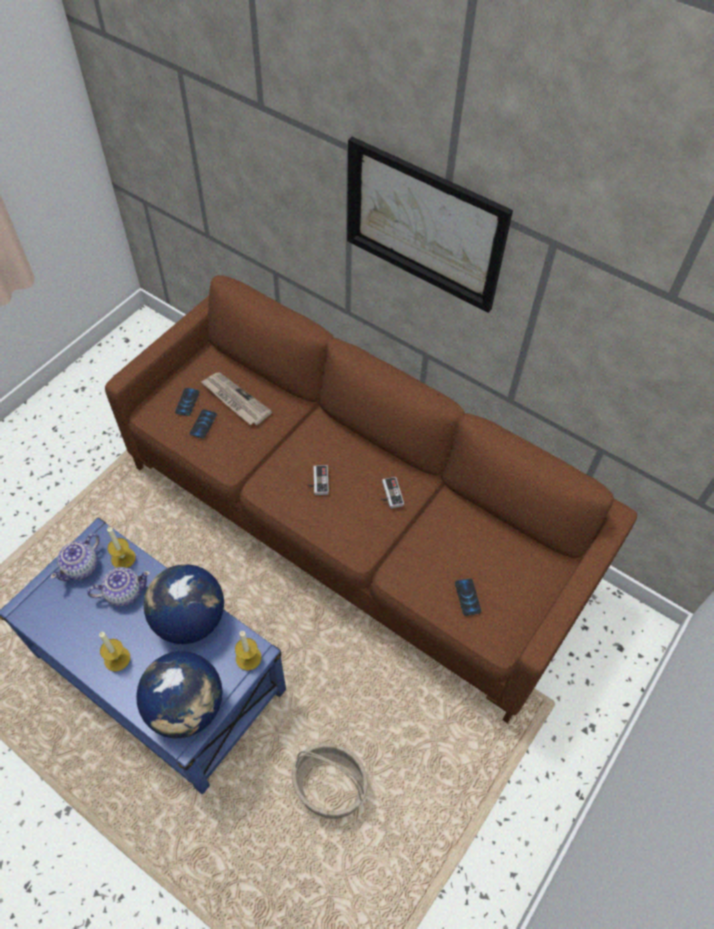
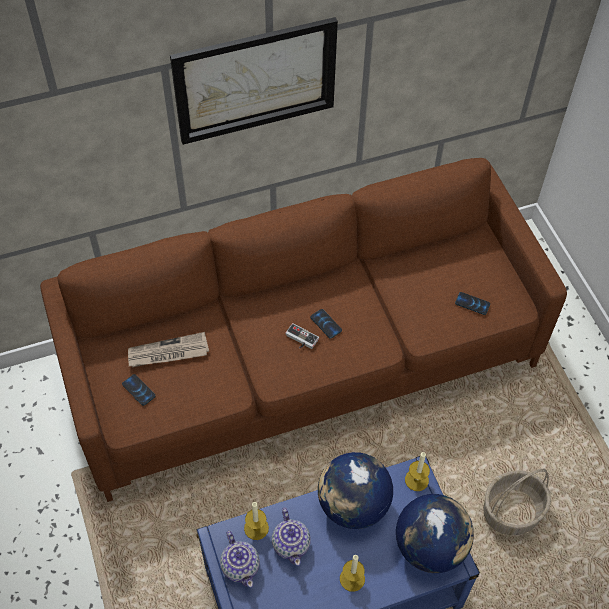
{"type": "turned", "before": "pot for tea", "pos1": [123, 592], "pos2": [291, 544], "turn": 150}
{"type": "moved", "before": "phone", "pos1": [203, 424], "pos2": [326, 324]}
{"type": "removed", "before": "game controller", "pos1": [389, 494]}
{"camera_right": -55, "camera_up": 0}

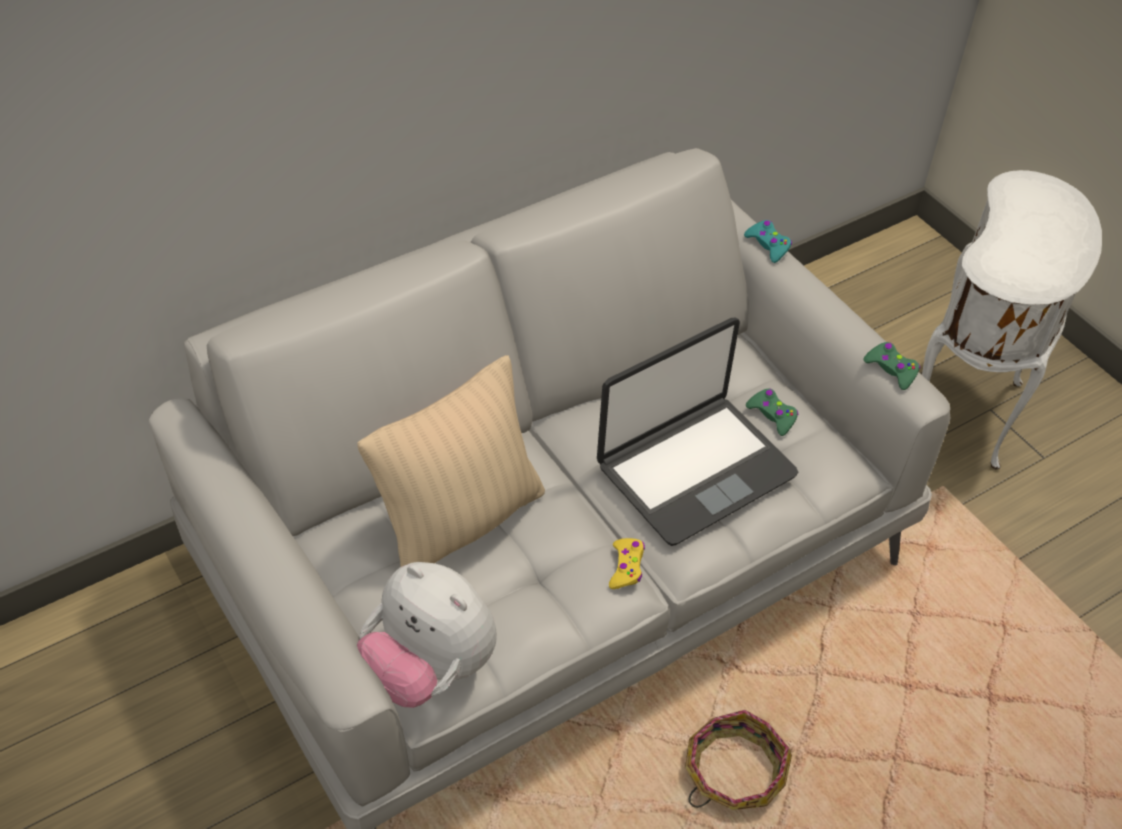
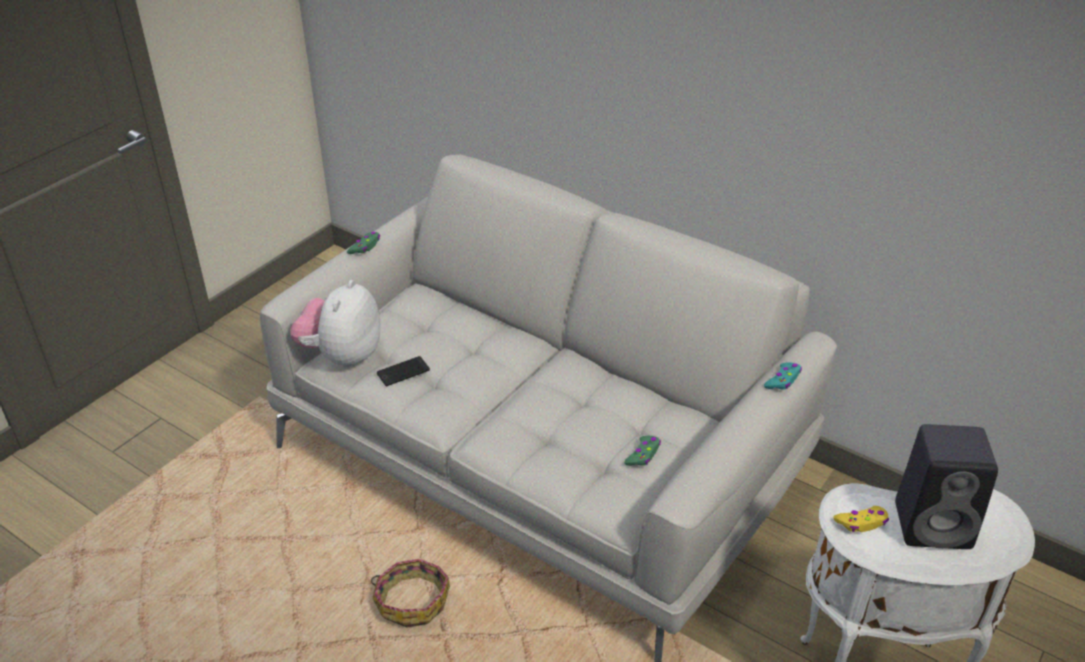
{"type": "removed", "before": "pillow in beige", "pos1": [460, 521]}
{"type": "removed", "before": "portable computer", "pos1": [694, 469]}
{"type": "moved", "before": "game controller in yellowish", "pos1": [626, 567], "pos2": [862, 523]}
{"type": "moved", "before": "game controller in green", "pos1": [891, 369], "pos2": [365, 247]}
{"type": "added", "after": "phone", "pos2": [403, 372]}
{"type": "added", "after": "audio speaker in black-coloured", "pos2": [935, 525]}
{"camera_right": 70, "camera_up": -10}

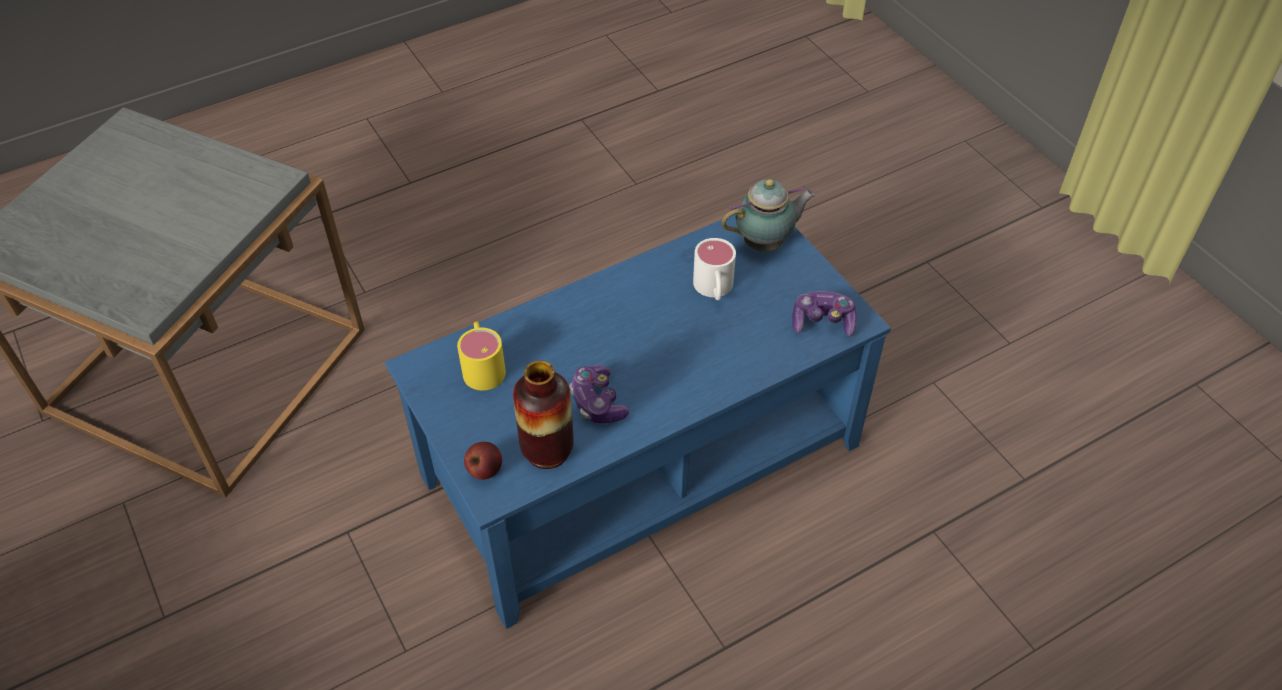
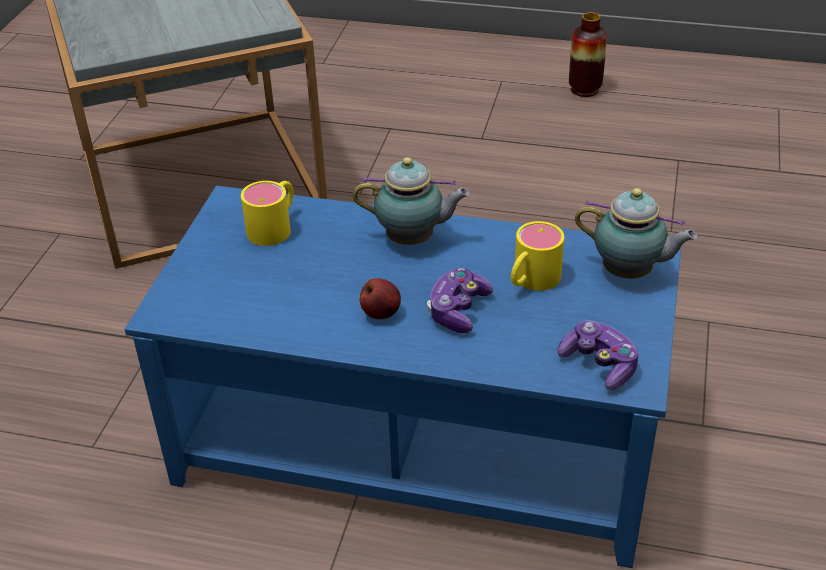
{"type": "moved", "before": "apple fruit", "pos1": [484, 470], "pos2": [381, 313]}
{"type": "moved", "before": "decorative vase", "pos1": [547, 451], "pos2": [584, 89]}
{"type": "moved", "before": "game controller", "pos1": [598, 402], "pos2": [458, 310]}
{"type": "recoloured", "before": "coffee mug in whitish", "after": "coffee mug in yellowish", "pos1": [714, 289], "pos2": [531, 281]}
{"type": "added", "after": "pot for tea", "pos2": [413, 239]}
{"camera_right": 45, "camera_up": -10}

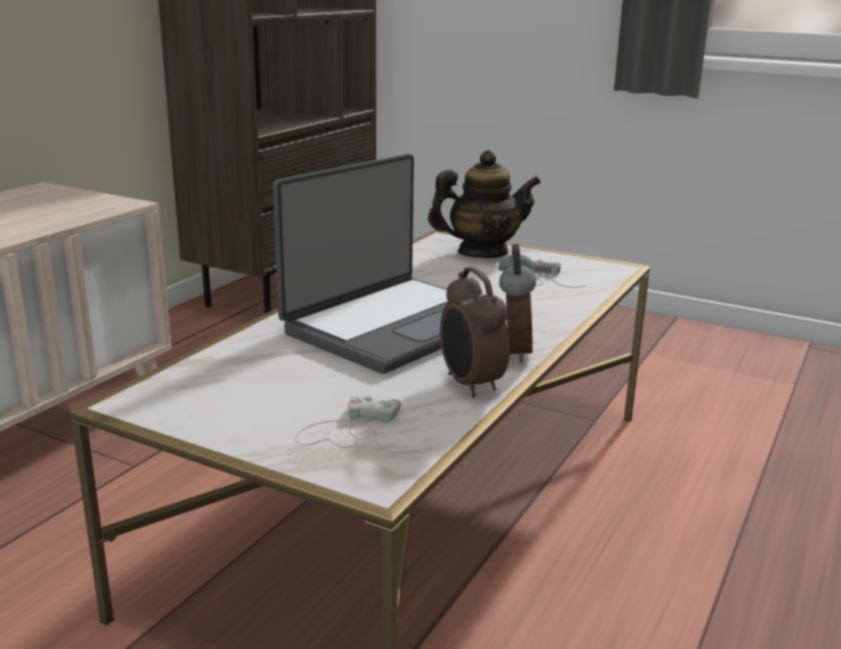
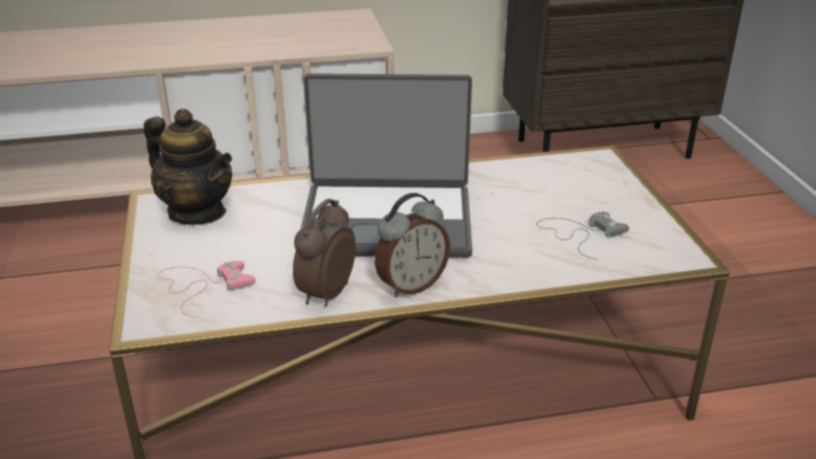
{"type": "recoloured", "before": "game controller in whitish", "after": "game controller in pink", "pos1": [355, 432], "pos2": [202, 285]}
{"type": "moved", "before": "pot for tea", "pos1": [482, 253], "pos2": [197, 212]}
{"camera_right": 50, "camera_up": 10}

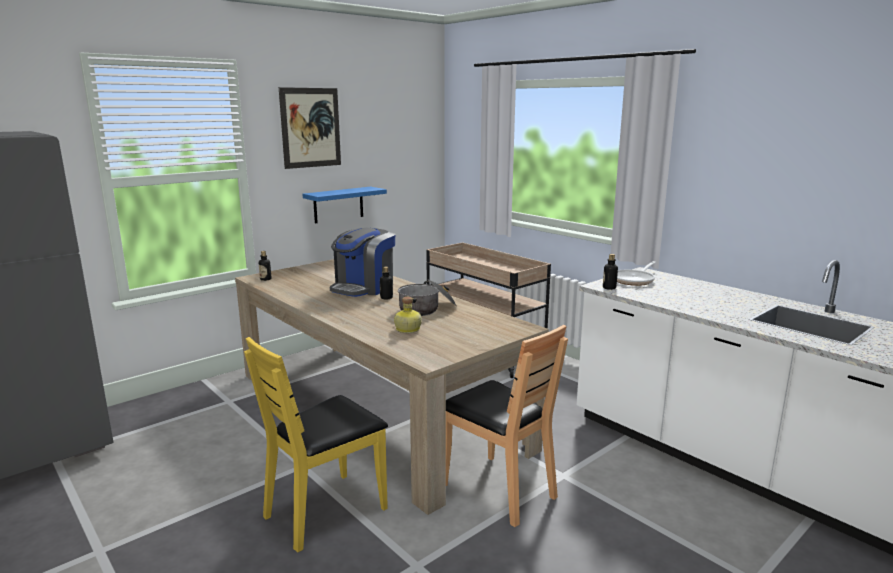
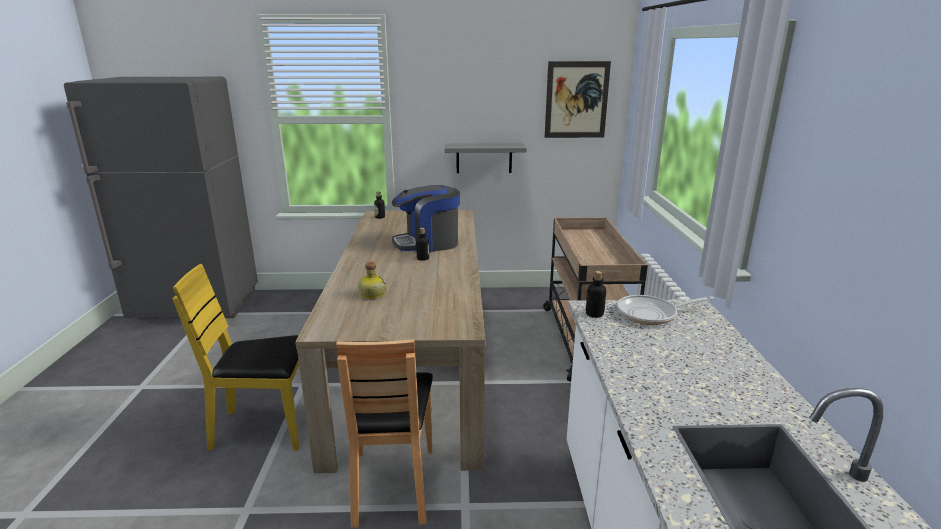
{"type": "moved", "before": "wall art", "pos1": [310, 128], "pos2": [576, 100]}
{"type": "recoloured", "before": "wall shelf in blue-coloured", "after": "wall shelf in gray", "pos1": [338, 204], "pos2": [484, 158]}
{"type": "removed", "before": "cooking pot", "pos1": [427, 309]}
{"camera_right": 40, "camera_up": 5}

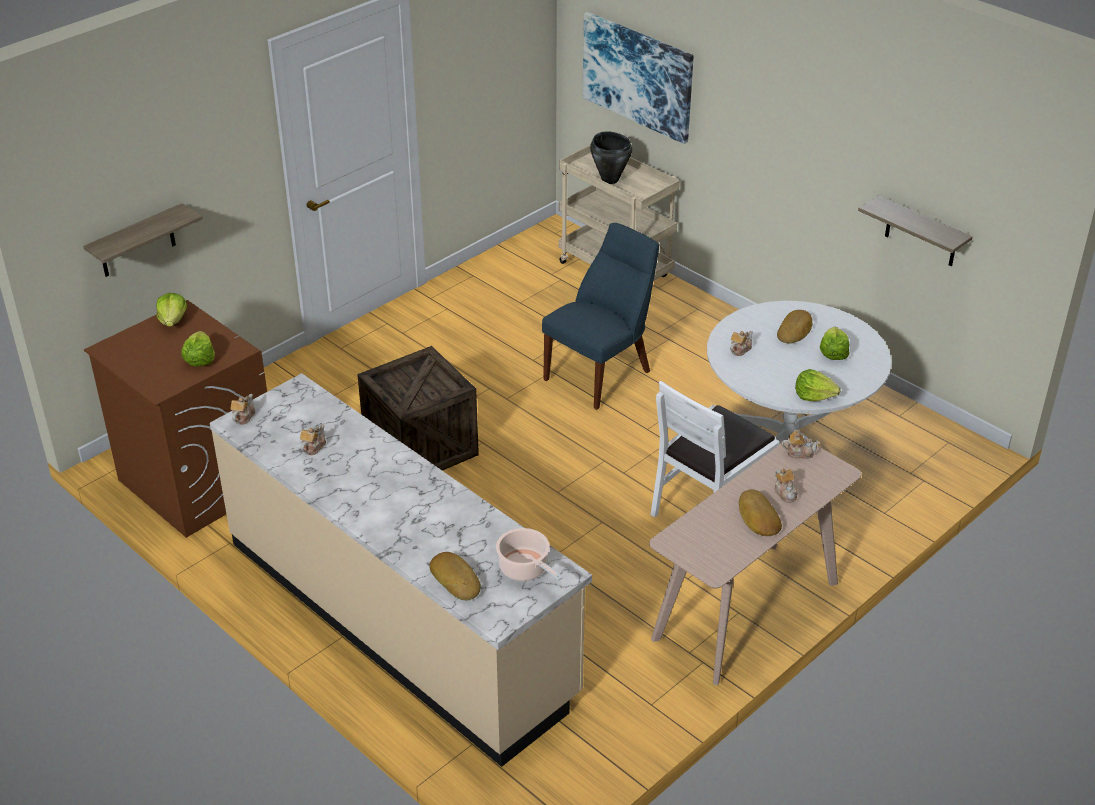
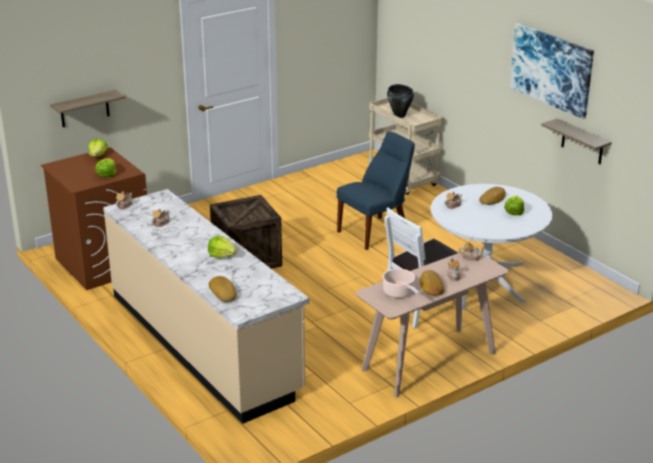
{"type": "moved", "before": "cooking pot", "pos1": [525, 569], "pos2": [399, 293]}
{"type": "moved", "before": "wall art", "pos1": [638, 76], "pos2": [551, 69]}
{"type": "moved", "before": "head of lettuce", "pos1": [814, 395], "pos2": [222, 255]}
{"camera_right": 10, "camera_up": -10}

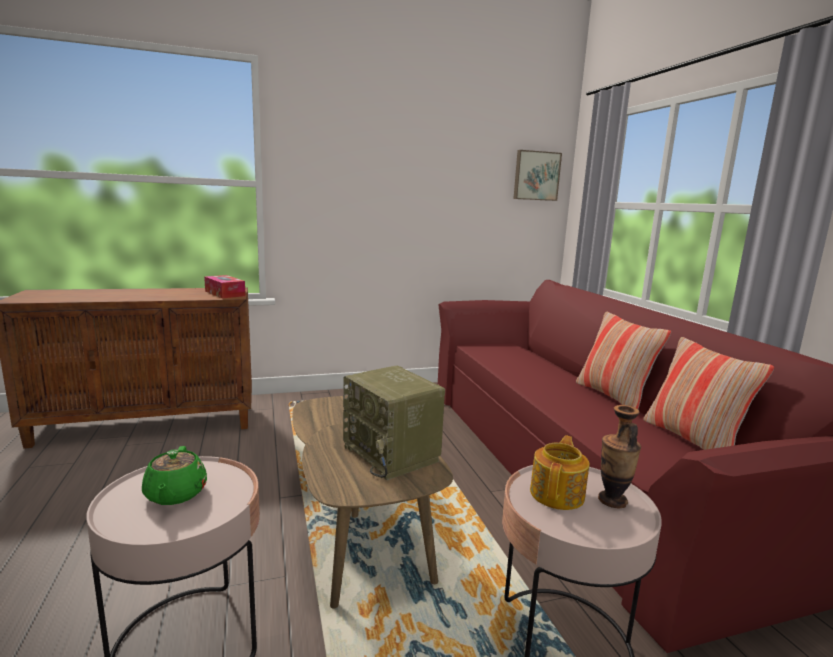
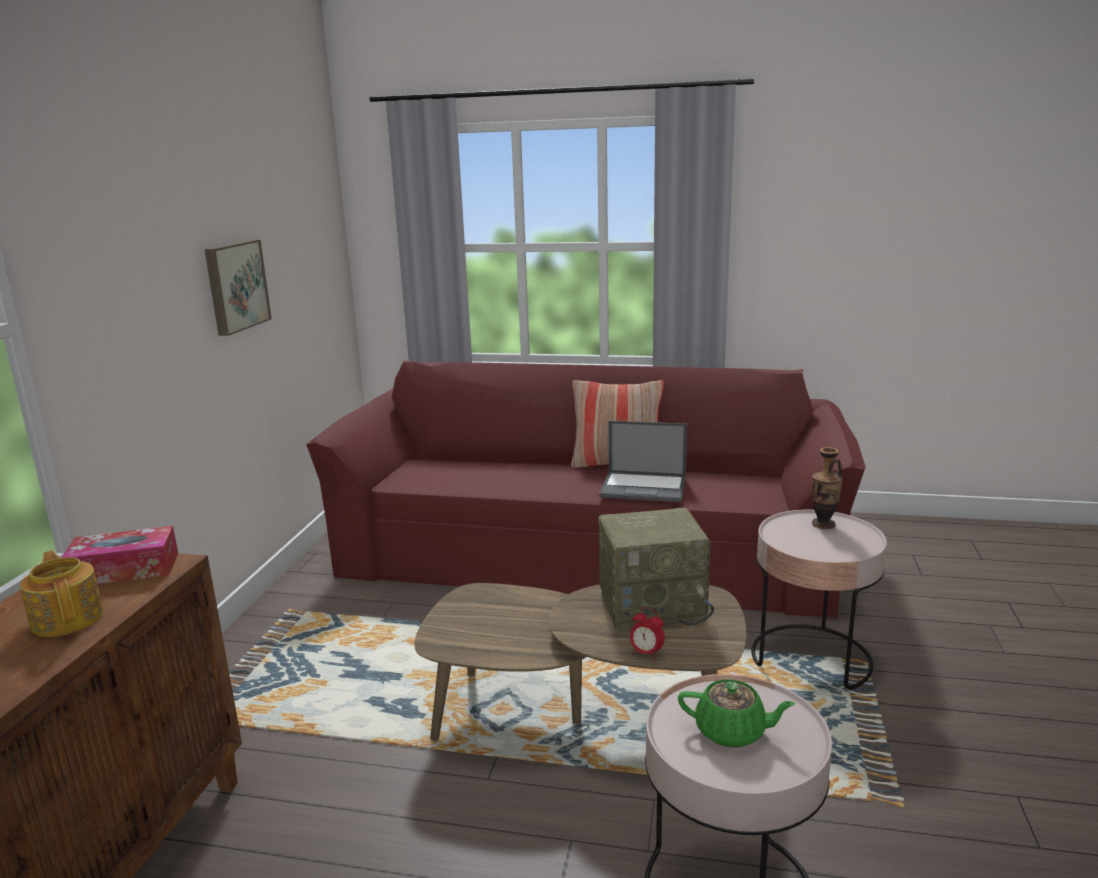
{"type": "moved", "before": "wall art", "pos1": [536, 176], "pos2": [235, 286]}
{"type": "moved", "before": "pot for tea", "pos1": [558, 494], "pos2": [68, 618]}
{"type": "removed", "before": "pillow", "pos1": [693, 440]}
{"type": "added", "after": "portable computer", "pos2": [645, 487]}
{"type": "added", "after": "table clock", "pos2": [646, 653]}
{"camera_right": -60, "camera_up": 5}

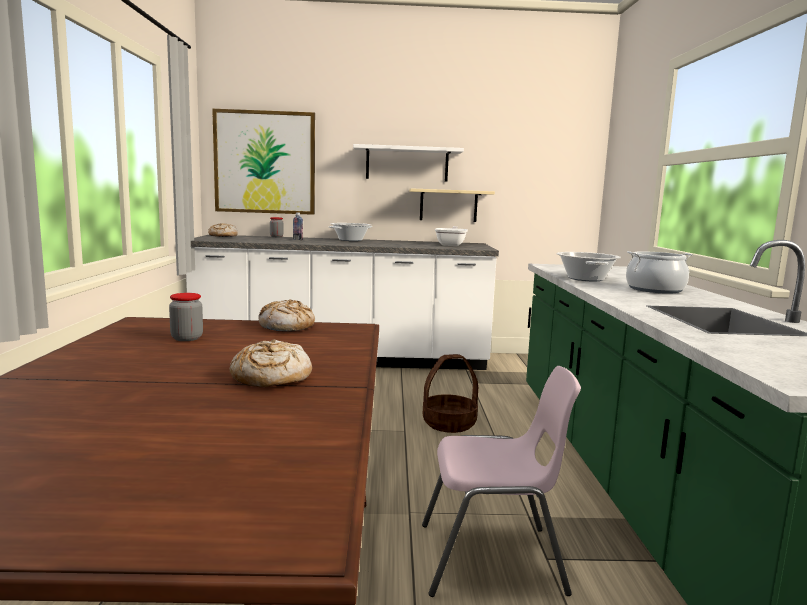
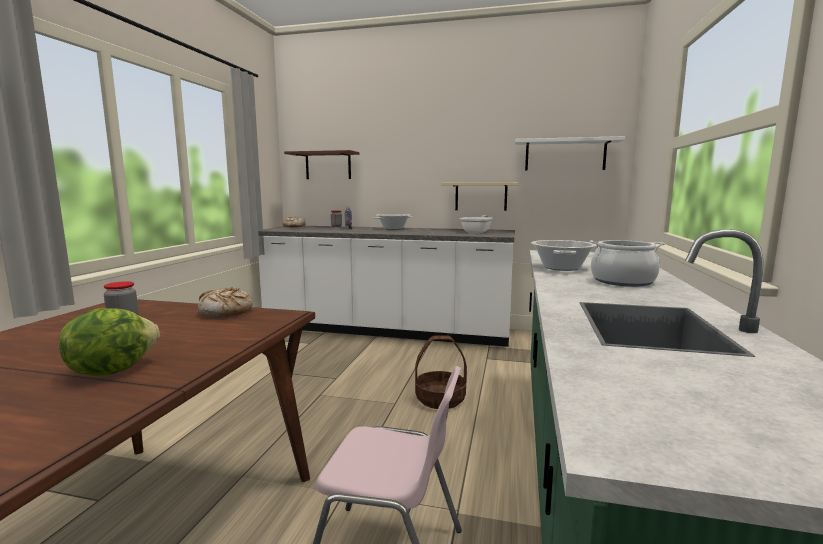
{"type": "replaced", "before": "wall art", "after": "wall shelf in brownish", "pos1": [265, 162], "pos2": [328, 166]}
{"type": "replaced", "before": "bread", "after": "head of lettuce", "pos1": [270, 377], "pos2": [112, 370]}
{"type": "moved", "before": "wall shelf in whitish", "pos1": [407, 164], "pos2": [565, 155]}
{"camera_right": 15, "camera_up": 0}

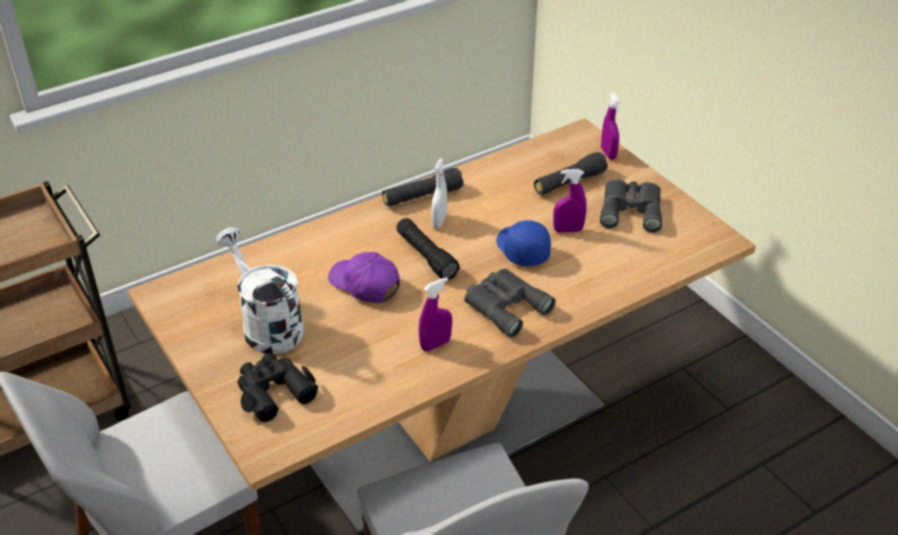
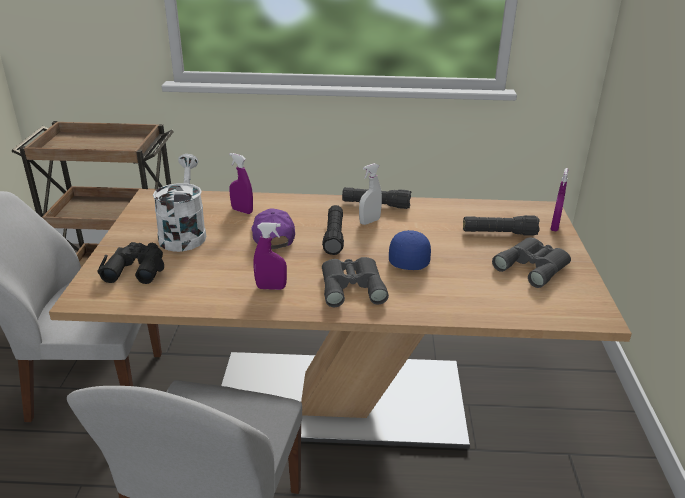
{"type": "moved", "before": "hand sprayer in purple-coloured", "pos1": [568, 230], "pos2": [242, 211]}
{"camera_right": 35, "camera_up": -10}

